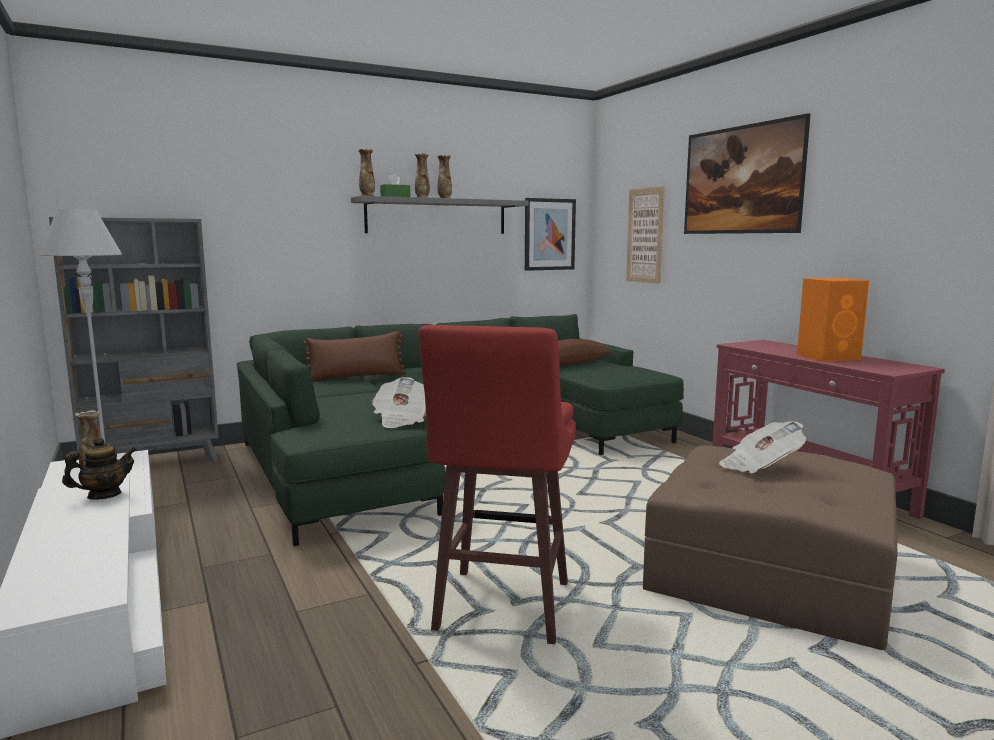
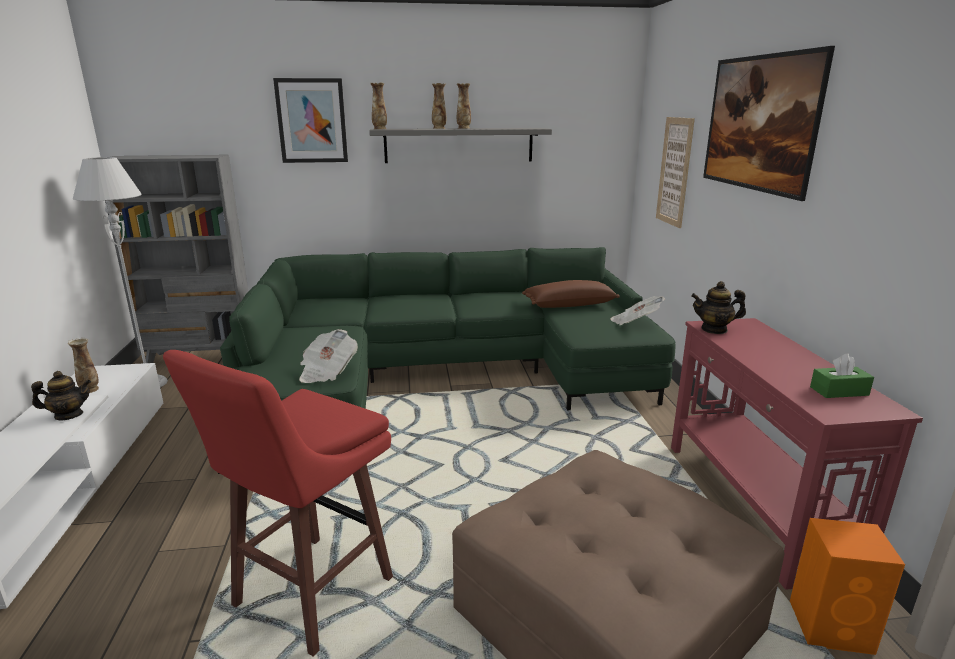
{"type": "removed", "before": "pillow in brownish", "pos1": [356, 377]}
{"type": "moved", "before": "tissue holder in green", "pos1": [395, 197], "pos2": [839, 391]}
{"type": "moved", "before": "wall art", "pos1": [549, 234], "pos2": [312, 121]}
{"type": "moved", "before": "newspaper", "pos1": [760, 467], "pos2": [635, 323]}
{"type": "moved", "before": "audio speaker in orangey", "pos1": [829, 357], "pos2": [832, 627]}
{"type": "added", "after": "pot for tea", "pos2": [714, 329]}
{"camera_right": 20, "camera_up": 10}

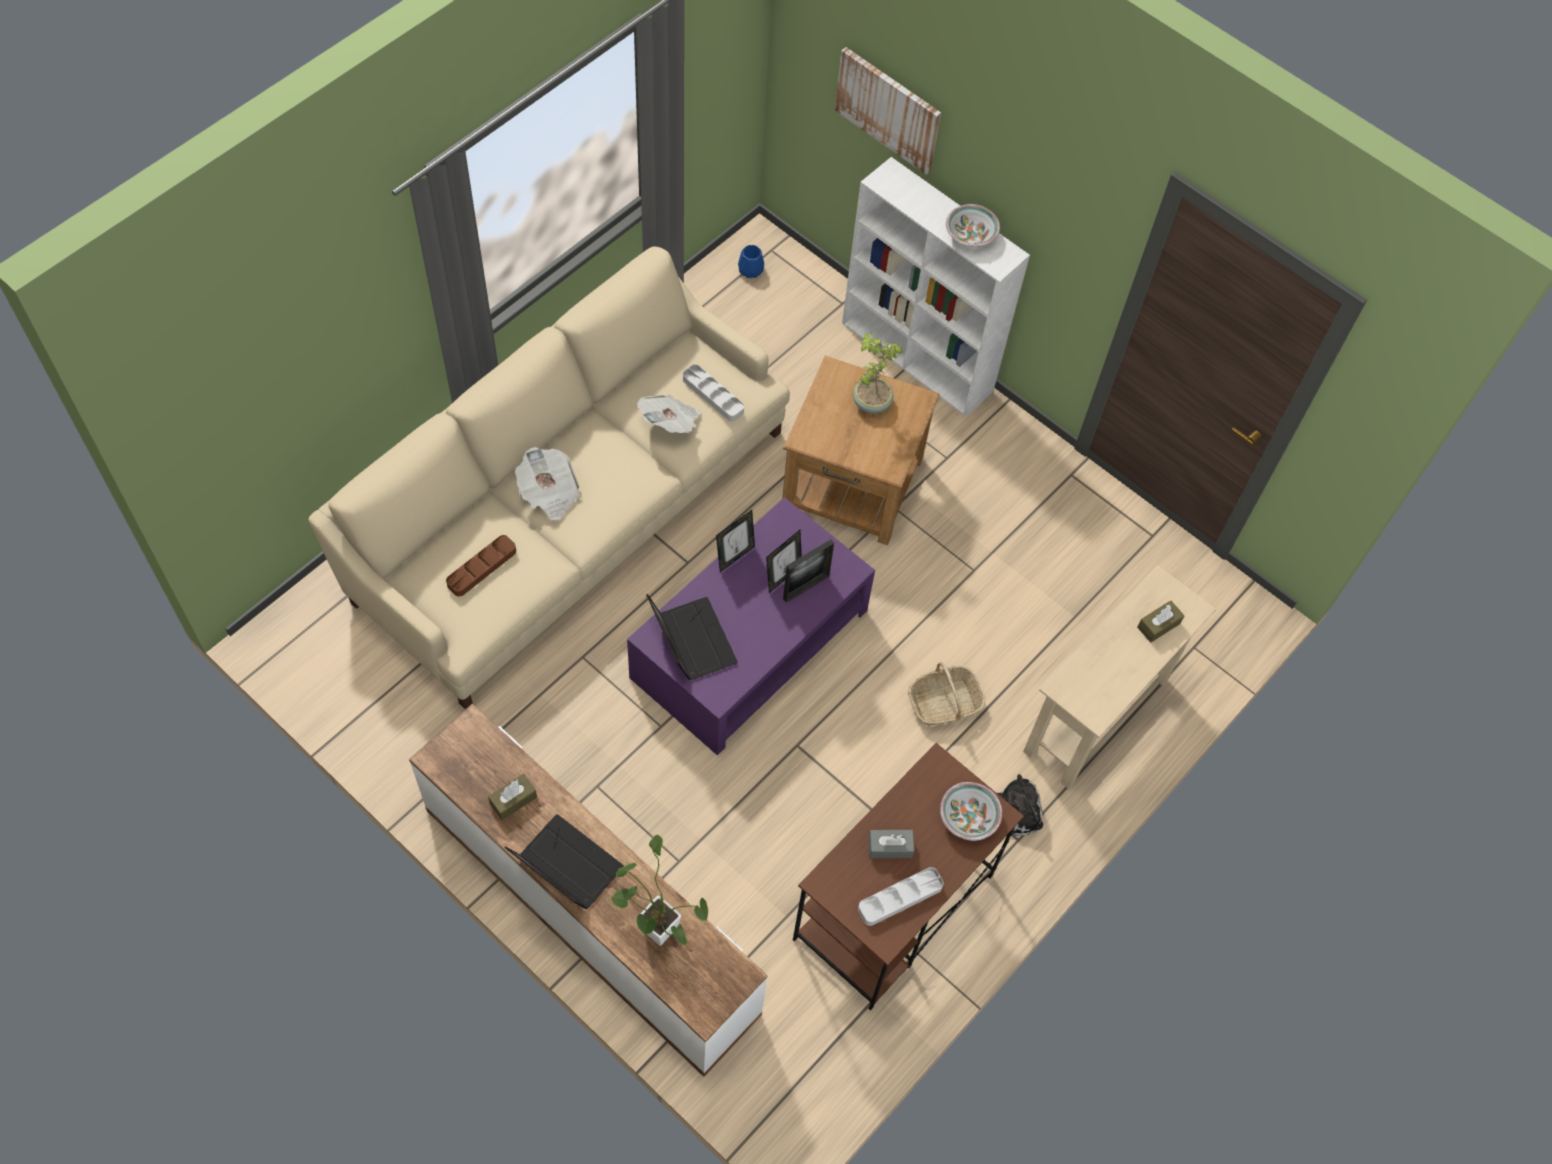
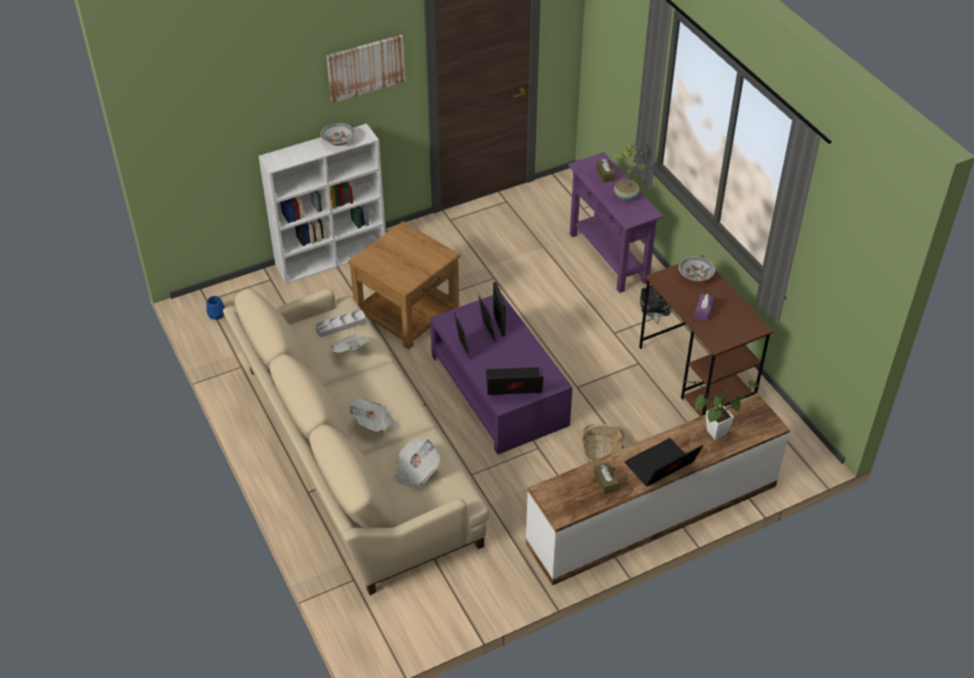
{"type": "replaced", "before": "carrying tray in brownish", "after": "newspaper", "pos1": [482, 568], "pos2": [415, 472]}
{"type": "moved", "before": "wall art", "pos1": [888, 109], "pos2": [365, 67]}
{"type": "moved", "before": "potted plant", "pos1": [870, 402], "pos2": [625, 196]}
{"type": "removed", "before": "carrying tray in gray", "pos1": [900, 898]}
{"type": "recoloured", "before": "tissue holder in gray", "after": "tissue holder in purple-coloured", "pos1": [890, 847], "pos2": [703, 311]}
{"type": "moved", "before": "storage basket", "pos1": [944, 703], "pos2": [600, 450]}
{"type": "recoloured", "before": "hall table in beige", "after": "hall table in purple-coloured", "pos1": [1096, 715], "pos2": [608, 257]}
{"camera_right": -65, "camera_up": -15}

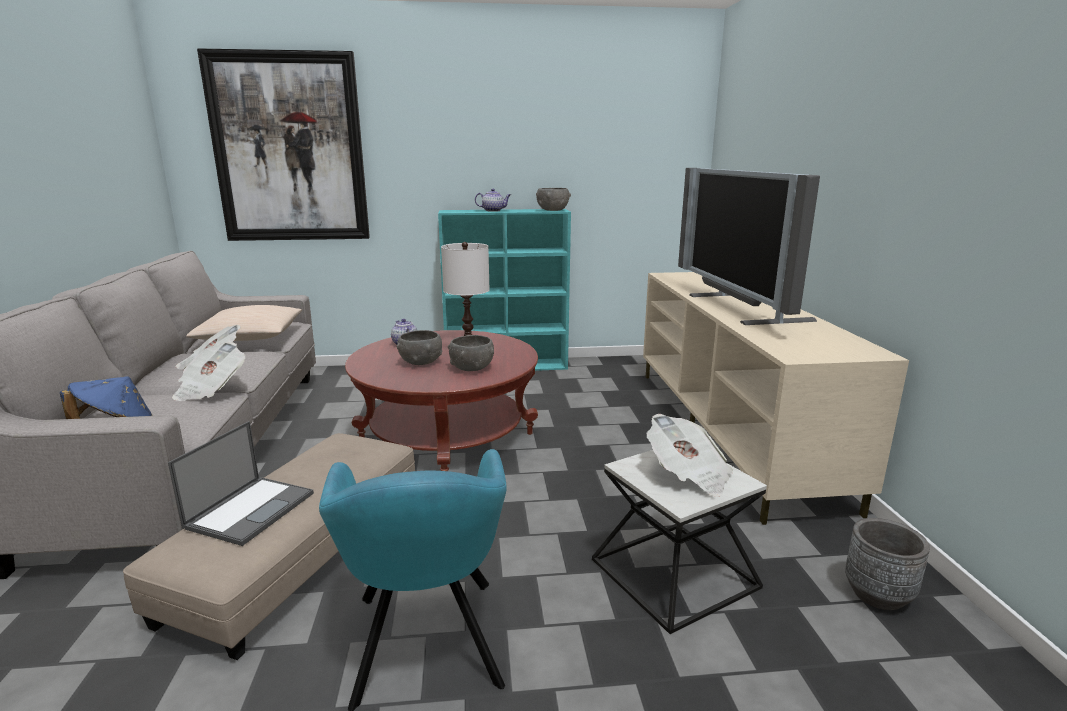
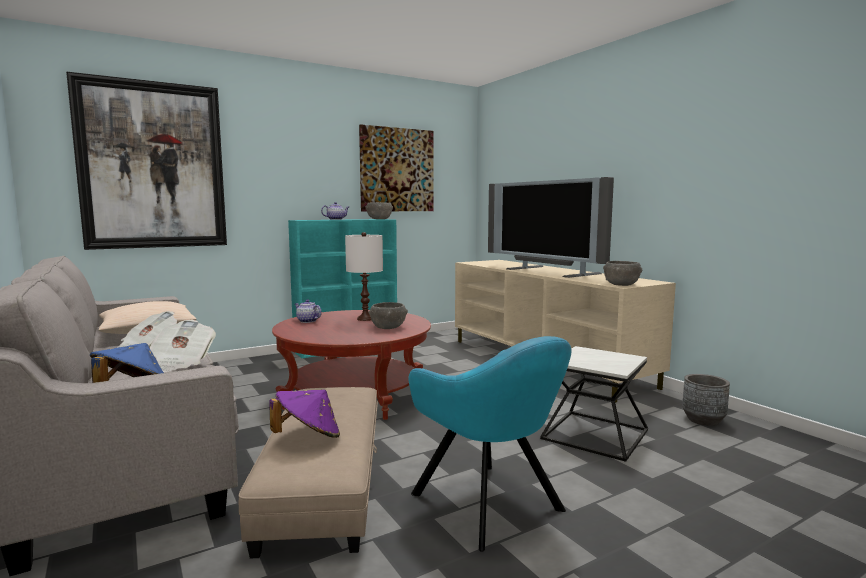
{"type": "replaced", "before": "portable computer", "after": "wearable hat in purple-coloured", "pos1": [251, 509], "pos2": [308, 437]}
{"type": "moved", "before": "serving bowl in gray", "pos1": [421, 362], "pos2": [621, 285]}
{"type": "removed", "before": "newspaper", "pos1": [688, 475]}
{"type": "added", "after": "wall art", "pos2": [397, 170]}
{"camera_right": -25, "camera_up": -10}

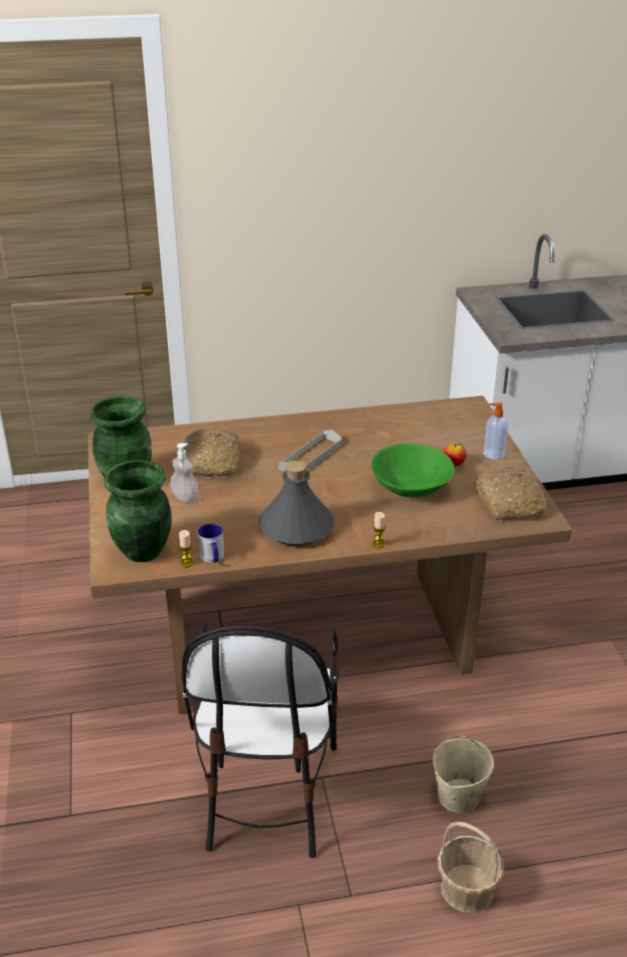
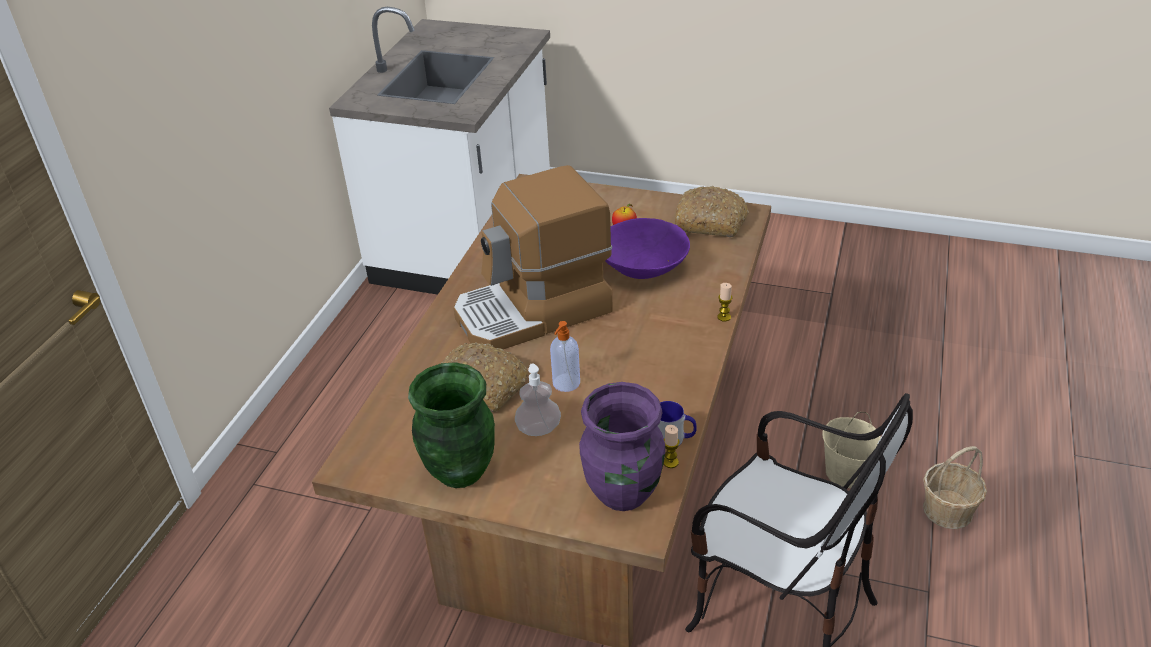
{"type": "recoloured", "before": "decorative vase in green", "after": "decorative vase in purple-coloured", "pos1": [143, 551], "pos2": [624, 493]}
{"type": "removed", "before": "beverage bottle in gray", "pos1": [296, 528]}
{"type": "replaced", "before": "carrying tray in gray", "after": "coffee brewer", "pos1": [311, 456], "pos2": [534, 312]}
{"type": "recoloured", "before": "serving bowl in green", "after": "serving bowl in purple-coloured", "pos1": [411, 488], "pos2": [644, 267]}
{"type": "moved", "before": "liquid soap bottle", "pos1": [492, 454], "pos2": [565, 383]}
{"camera_right": -60, "camera_up": 5}

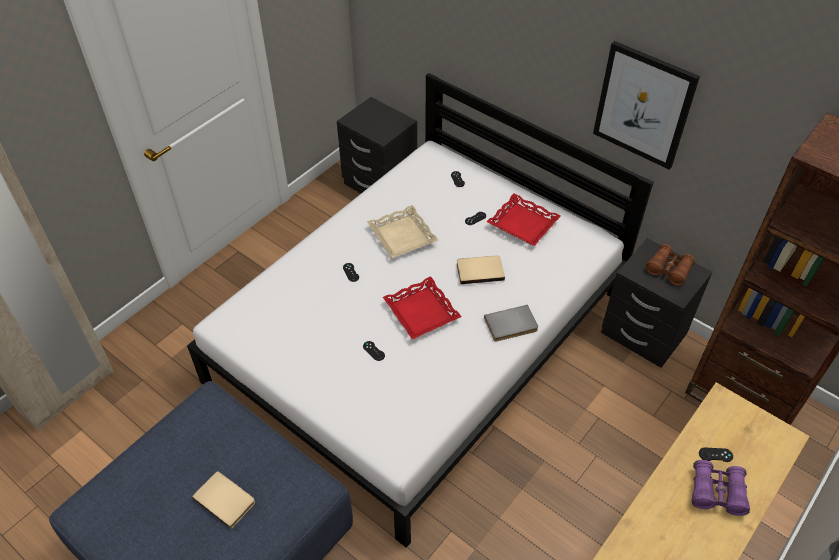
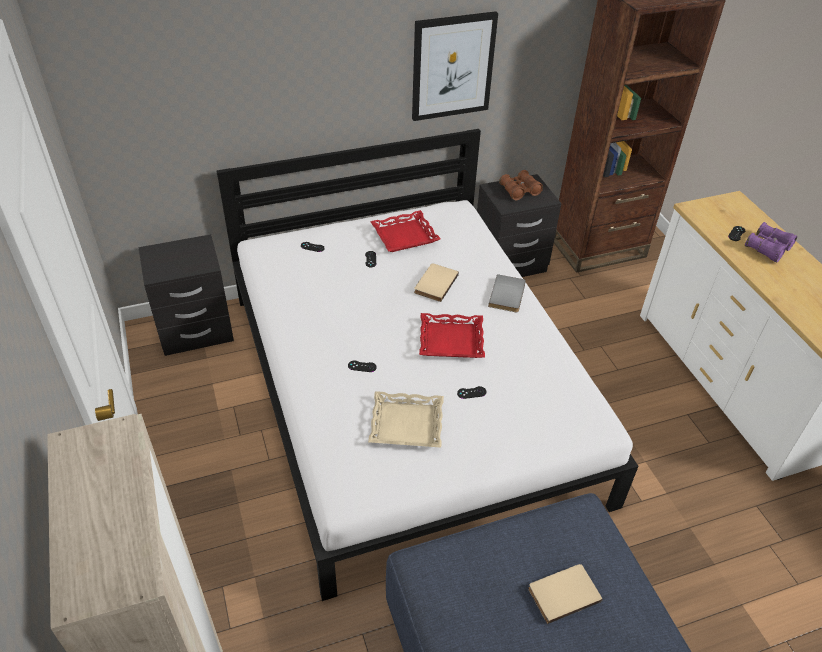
{"type": "moved", "before": "carrying tray in beige", "pos1": [401, 236], "pos2": [406, 425]}
{"camera_right": -60, "camera_up": -5}

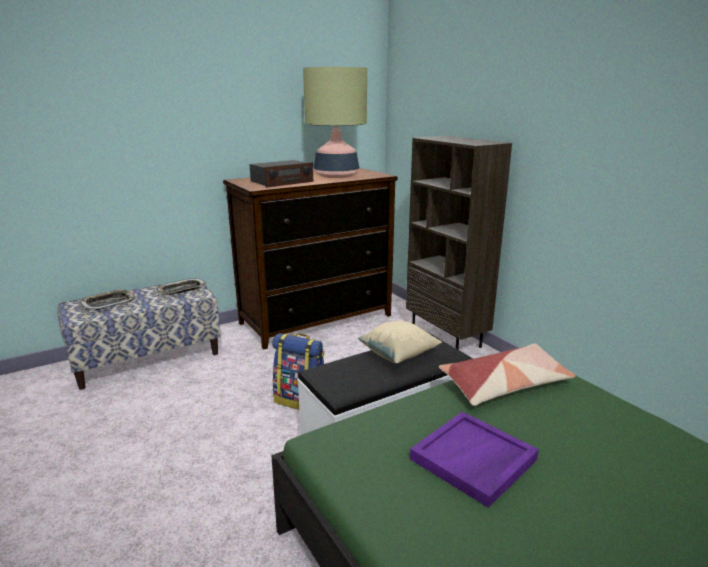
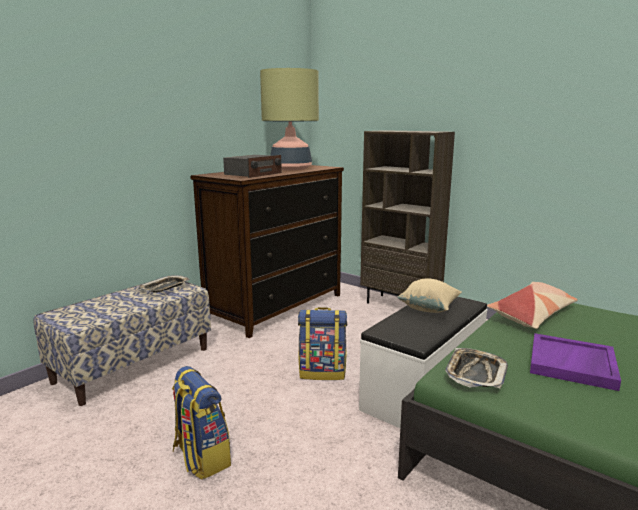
{"type": "moved", "before": "carrying tray", "pos1": [108, 303], "pos2": [475, 373]}
{"type": "added", "after": "rucksack", "pos2": [201, 457]}
{"camera_right": -20, "camera_up": -5}

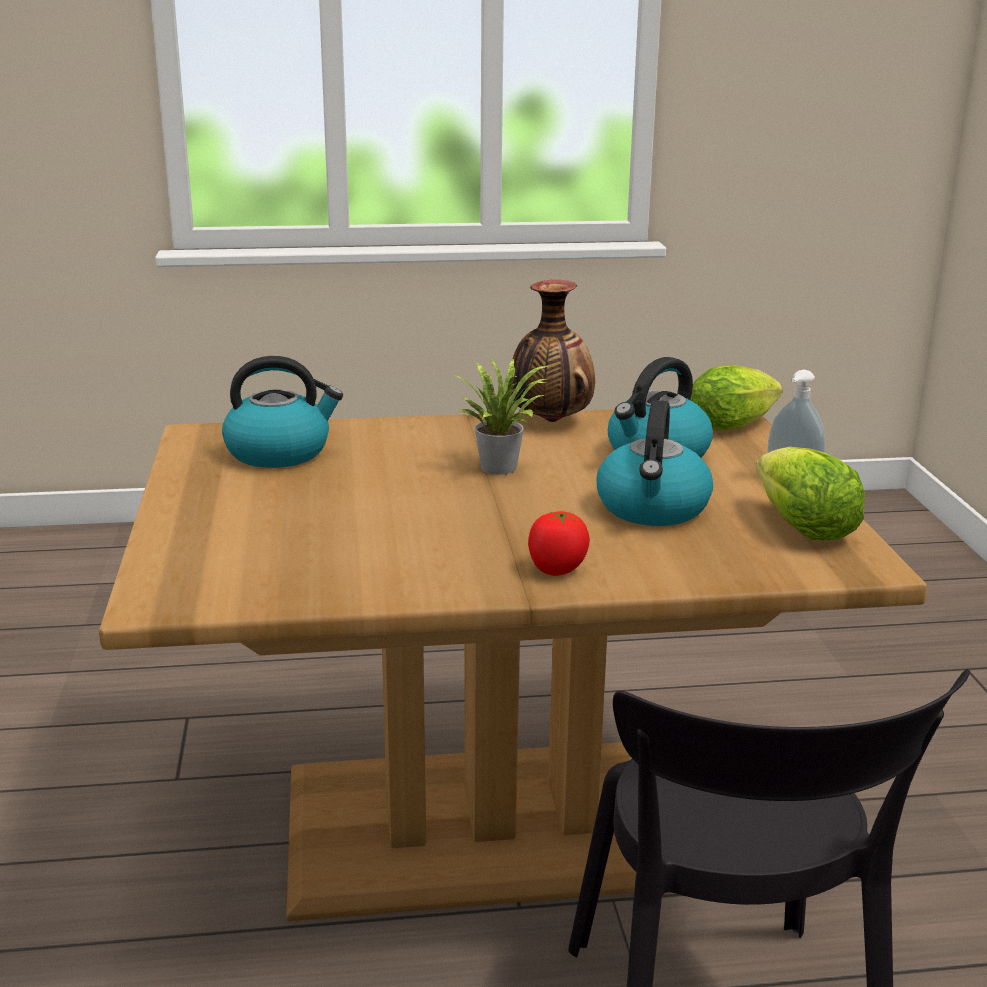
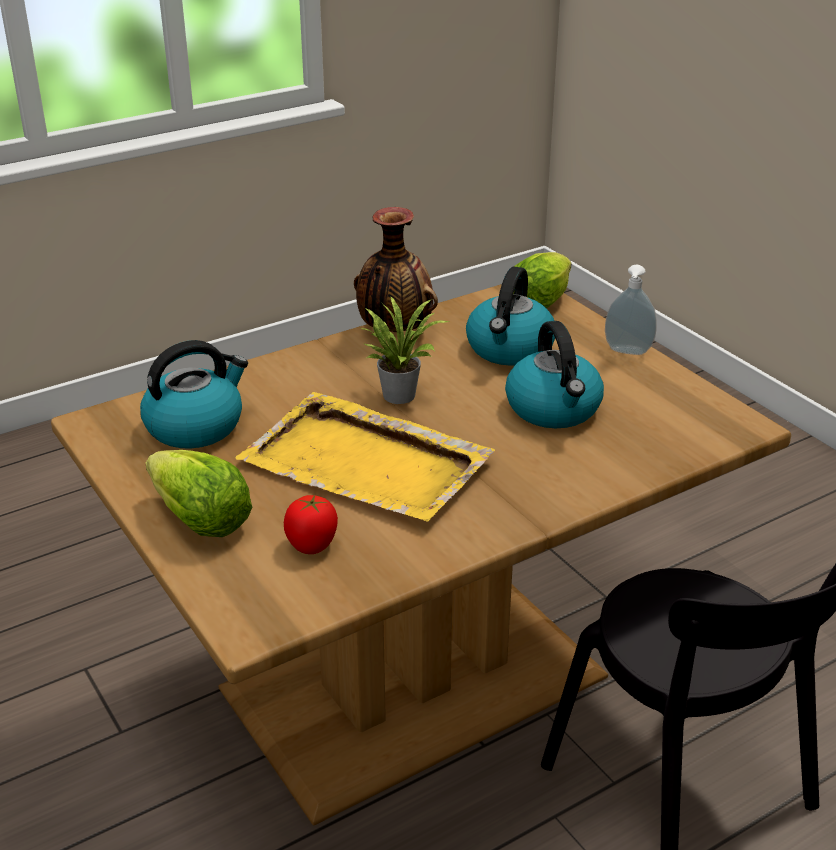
{"type": "moved", "before": "whole tomato", "pos1": [556, 569], "pos2": [312, 545]}
{"type": "moved", "before": "head of lettuce", "pos1": [803, 528], "pos2": [201, 521]}
{"type": "added", "after": "carrying tray in yellowish", "pos2": [367, 464]}
{"camera_right": -25, "camera_up": 10}

